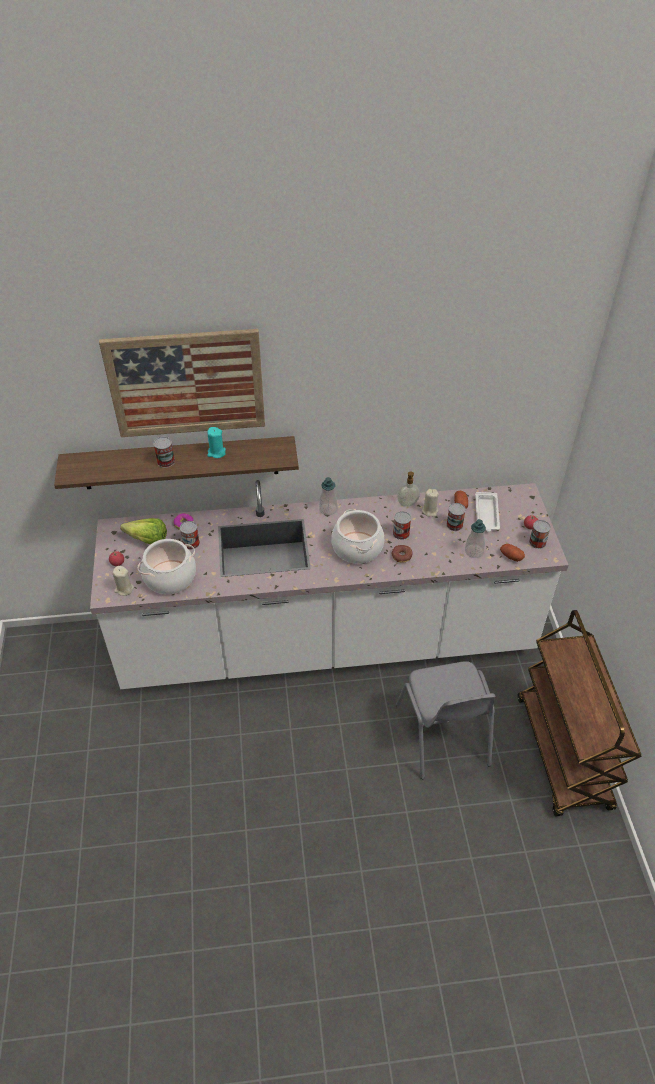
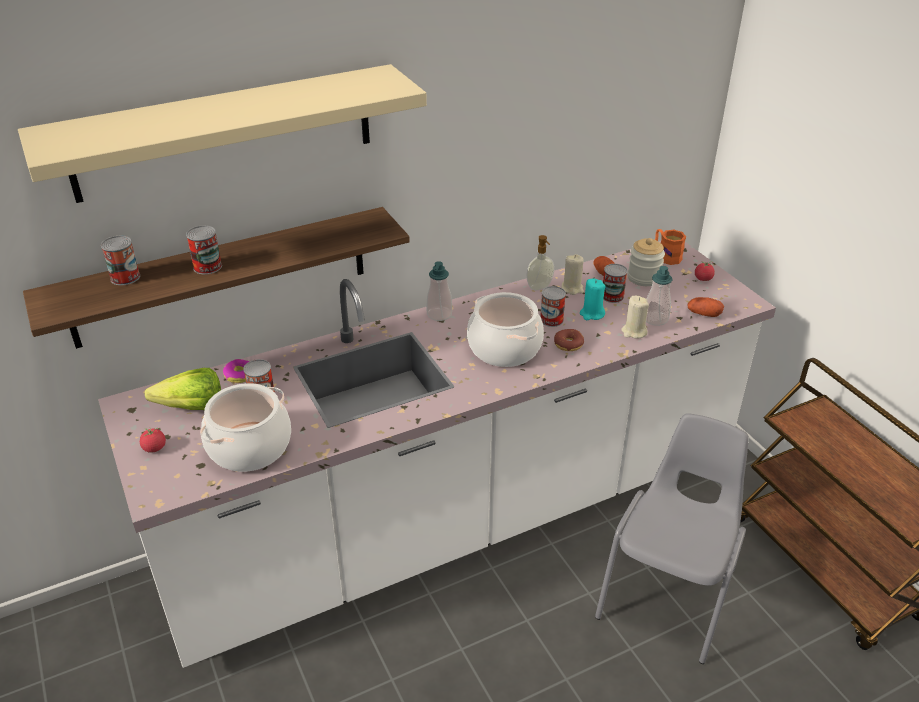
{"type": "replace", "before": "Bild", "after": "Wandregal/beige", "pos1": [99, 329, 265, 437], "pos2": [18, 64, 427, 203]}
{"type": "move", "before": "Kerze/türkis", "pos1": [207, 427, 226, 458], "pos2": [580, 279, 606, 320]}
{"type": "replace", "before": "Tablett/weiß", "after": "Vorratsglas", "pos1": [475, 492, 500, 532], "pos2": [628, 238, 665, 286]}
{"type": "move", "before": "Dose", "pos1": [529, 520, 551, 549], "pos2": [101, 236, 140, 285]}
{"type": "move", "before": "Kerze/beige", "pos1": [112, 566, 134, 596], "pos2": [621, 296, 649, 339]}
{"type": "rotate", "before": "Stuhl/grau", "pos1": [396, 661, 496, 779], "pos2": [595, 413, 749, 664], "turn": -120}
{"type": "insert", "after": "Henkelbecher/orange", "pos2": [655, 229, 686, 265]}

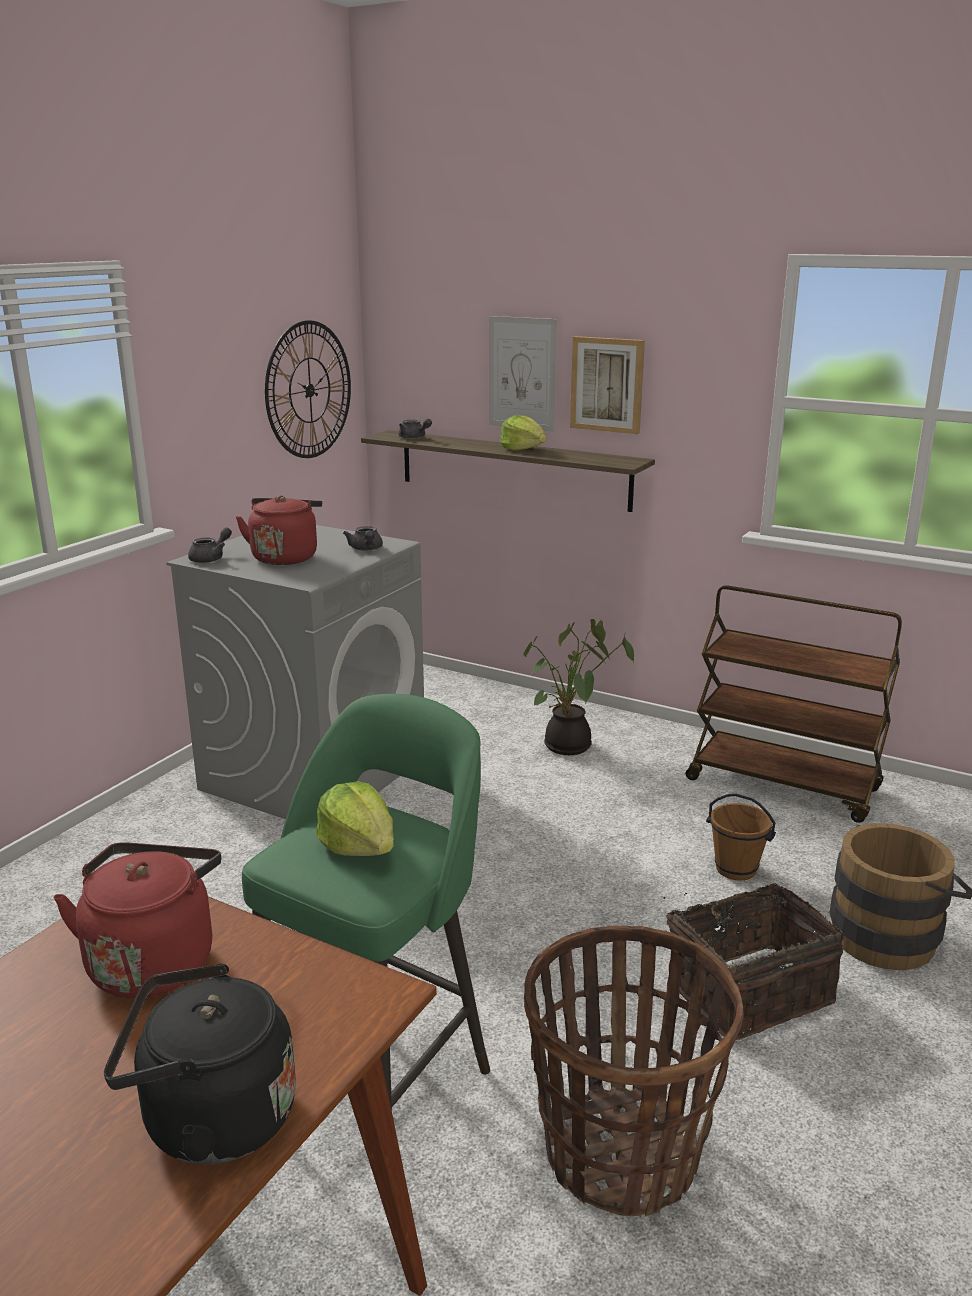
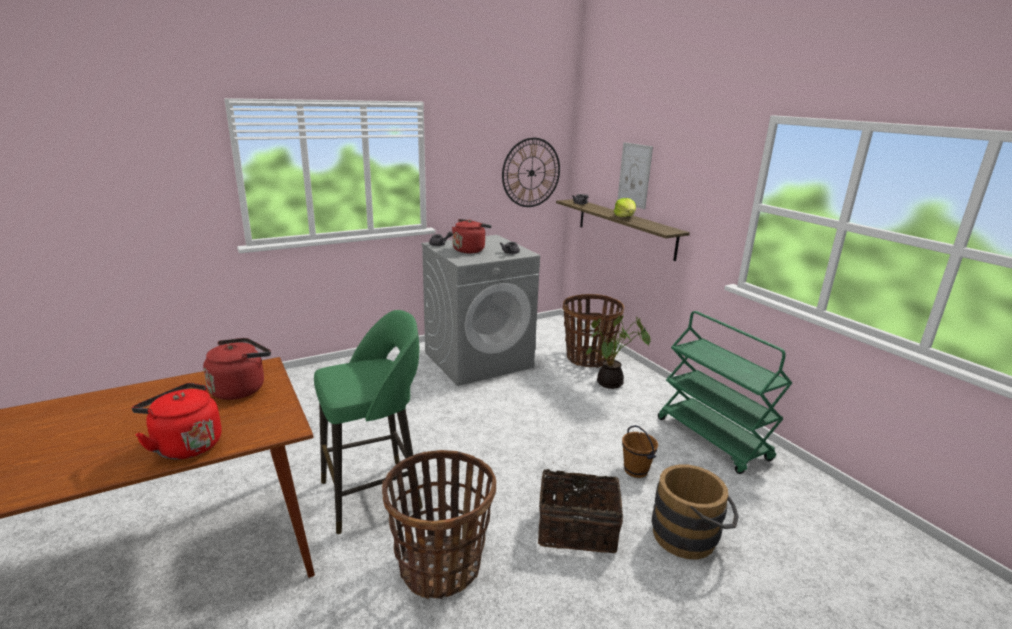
{"type": "delete", "before": "Bild", "pos1": [570, 336, 645, 434]}
{"type": "recolor", "before": "Rollwagen/braun", "after": "Rollwagen/grün", "pos1": [686, 585, 902, 823], "pos2": [658, 311, 792, 474]}
{"type": "delete", "before": "Salatkopf", "pos1": [316, 781, 394, 856]}
{"type": "recolor", "before": "Wasserkessel/schwarz", "after": "Wasserkessel/rot", "pos1": [104, 964, 296, 1165], "pos2": [132, 383, 222, 459]}
{"type": "insert", "after": "Korb", "pos2": [563, 294, 624, 368]}

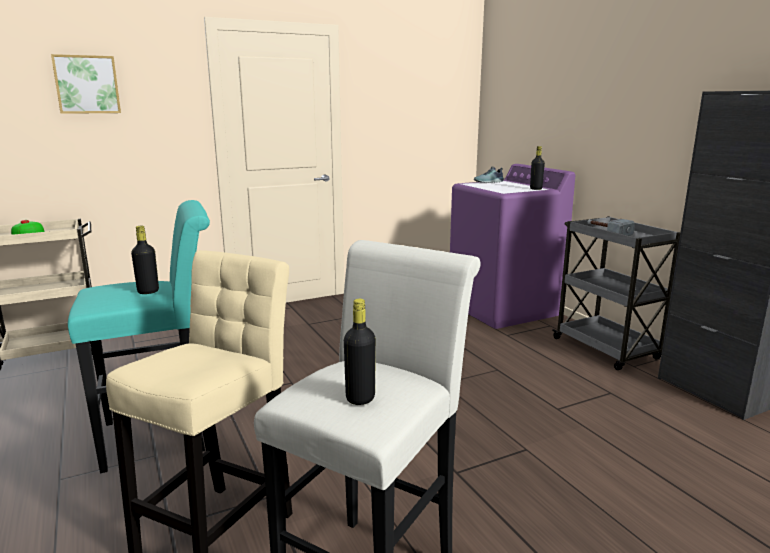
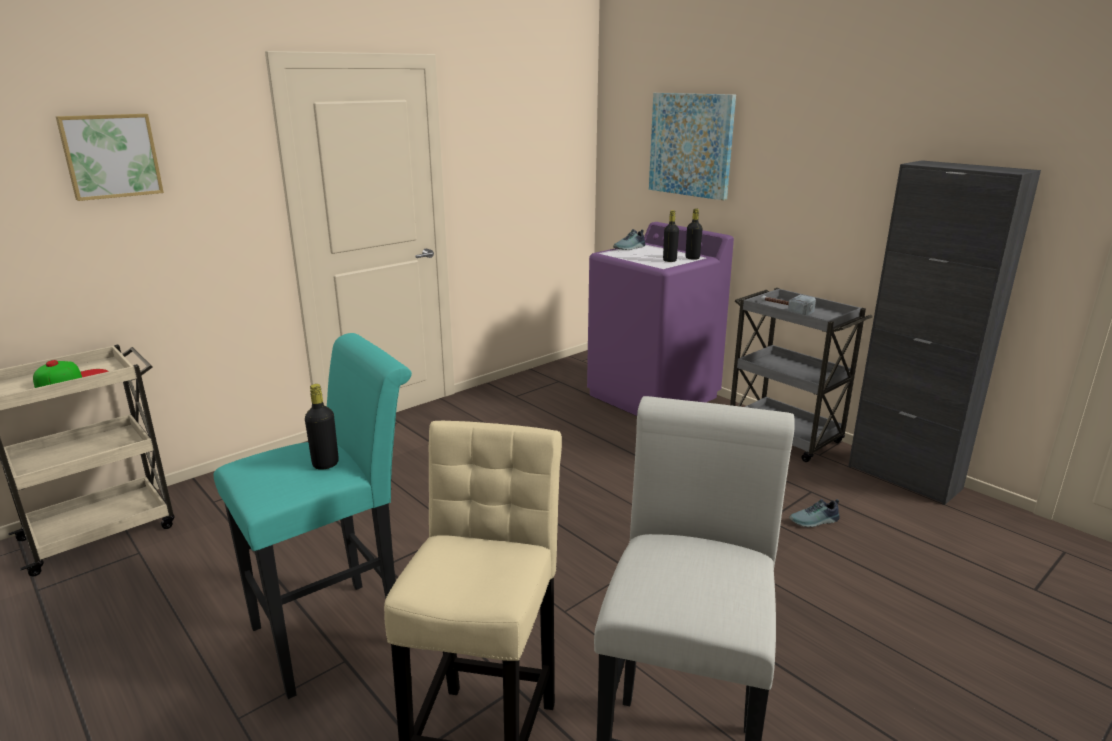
{"type": "move", "before": "Flasche/schwarz", "pos1": [344, 299, 376, 405], "pos2": [663, 210, 679, 262]}
{"type": "insert", "after": "Bild", "pos2": [649, 93, 736, 201]}
{"type": "insert", "after": "Schuh", "pos2": [789, 499, 840, 527]}

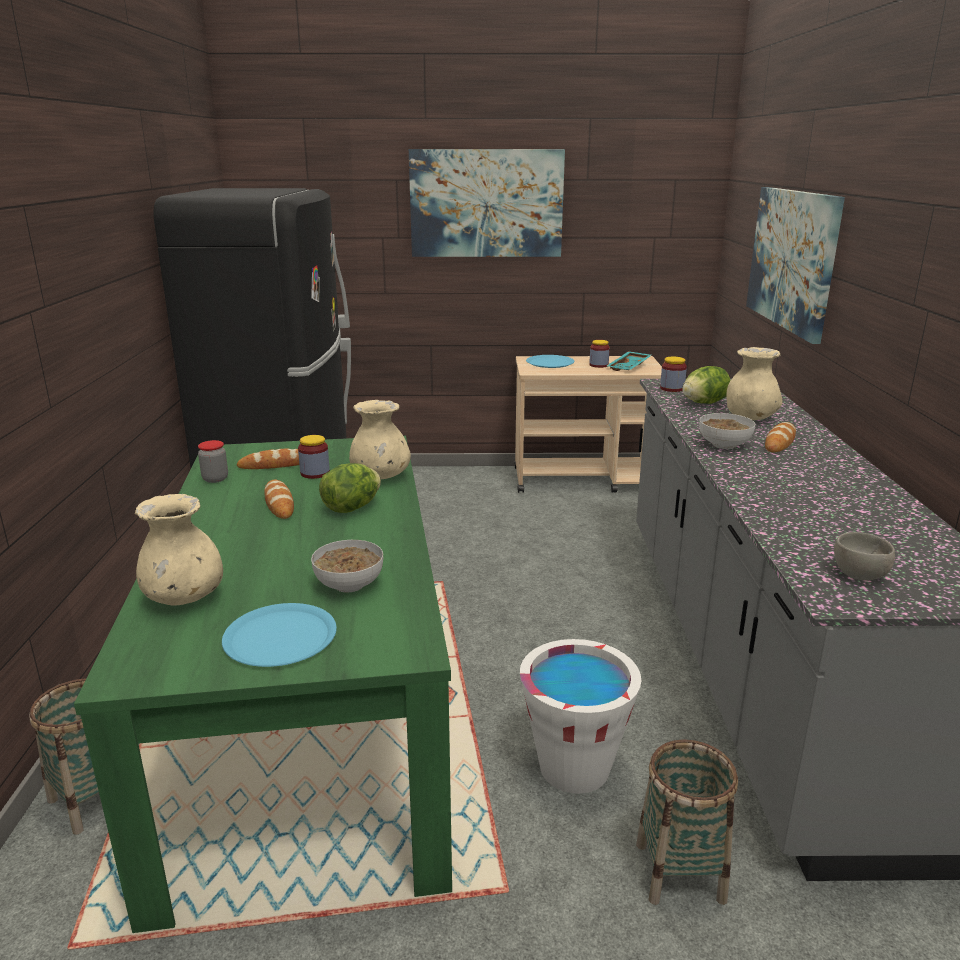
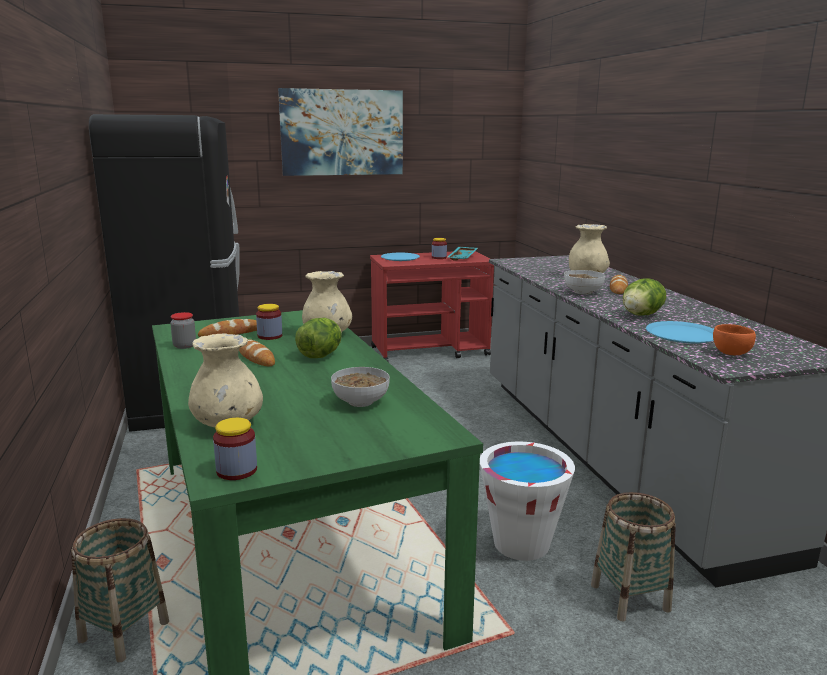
{"type": "delete", "before": "Bild", "pos1": [746, 187, 845, 344]}
{"type": "recolor", "before": "Rollwagen/beige", "after": "Rollwagen/rot", "pos1": [515, 356, 662, 493], "pos2": [370, 251, 494, 362]}
{"type": "move", "before": "Vorratsglas", "pos1": [660, 357, 687, 392], "pos2": [213, 418, 257, 480]}
{"type": "move", "before": "Salatkopf", "pos1": [682, 366, 731, 404], "pos2": [623, 278, 666, 315]}
{"type": "recolor", "before": "Schüssel/grau", "after": "Schüssel/orange", "pos1": [834, 532, 895, 581], "pos2": [713, 324, 756, 355]}
{"type": "move", "before": "Teller/blau", "pos1": [222, 603, 337, 667], "pos2": [646, 321, 714, 344]}

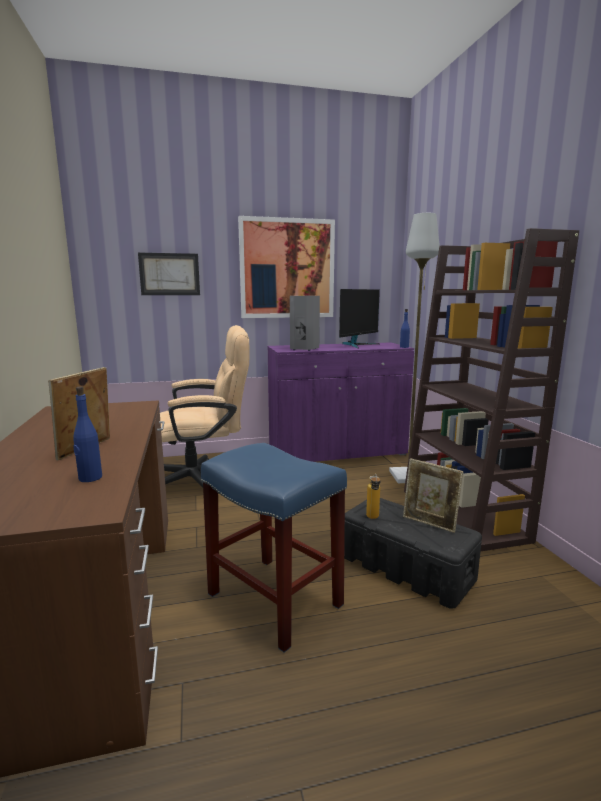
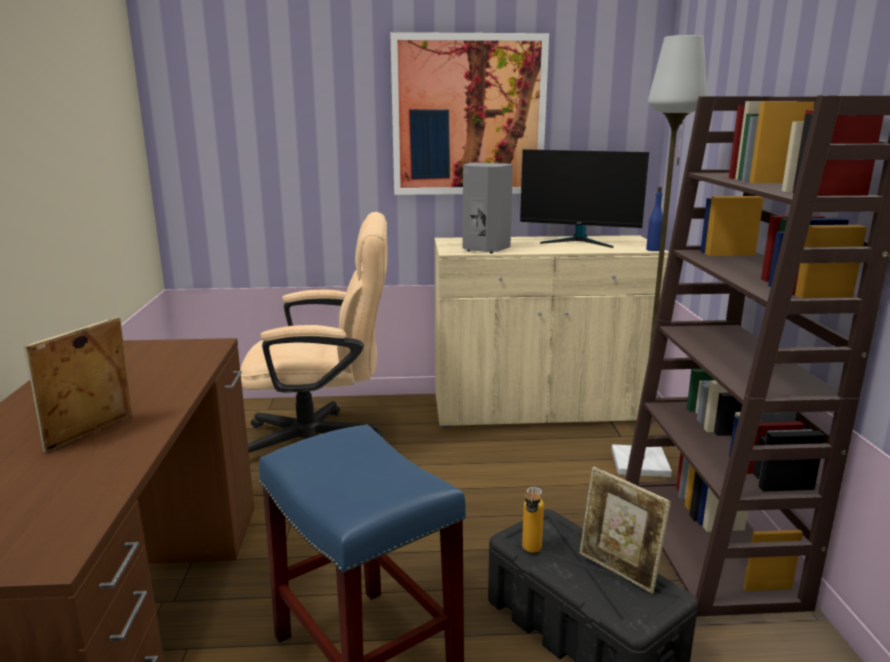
{"type": "delete", "before": "Bild", "pos1": [138, 253, 200, 295]}
{"type": "rotate", "before": "Monitor", "pos1": [339, 289, 380, 348], "pos2": [520, 149, 649, 248], "turn": 60}
{"type": "recolor", "before": "Schrank/lila", "after": "Schrank/beige", "pos1": [267, 342, 414, 462], "pos2": [435, 235, 669, 428]}
{"type": "delete", "before": "Flasche/blau", "pos1": [73, 386, 102, 482]}

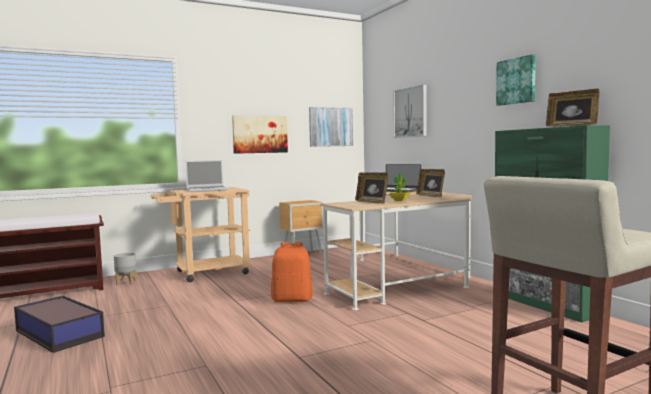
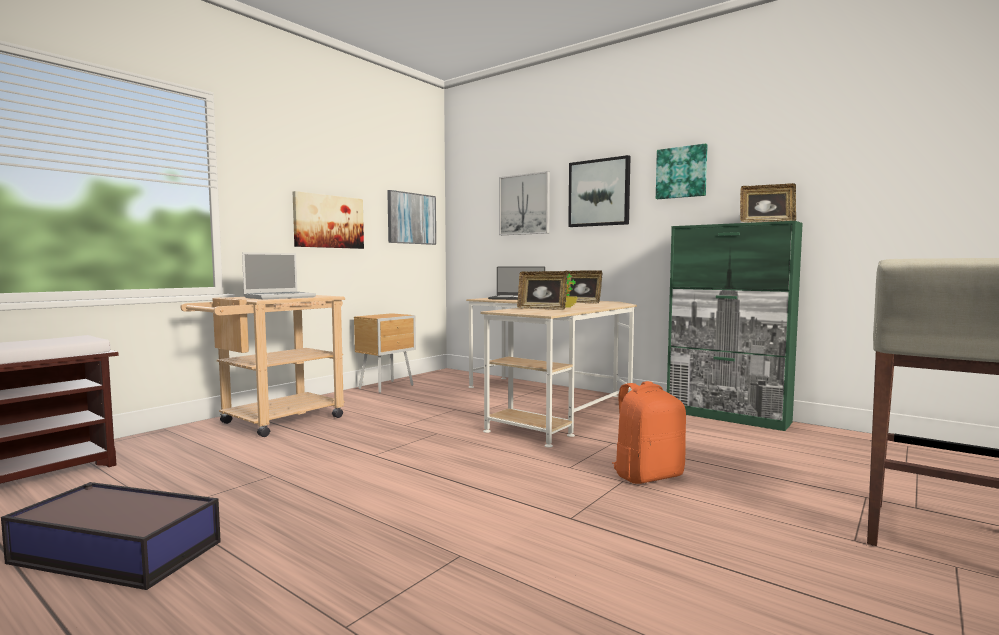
{"type": "move", "before": "Rucksack/orange", "pos1": [271, 242, 313, 302], "pos2": [612, 381, 686, 484]}
{"type": "delete", "before": "Pflanzkübel/grau", "pos1": [114, 253, 137, 285]}
{"type": "insert", "after": "Bild", "pos2": [568, 155, 631, 227]}

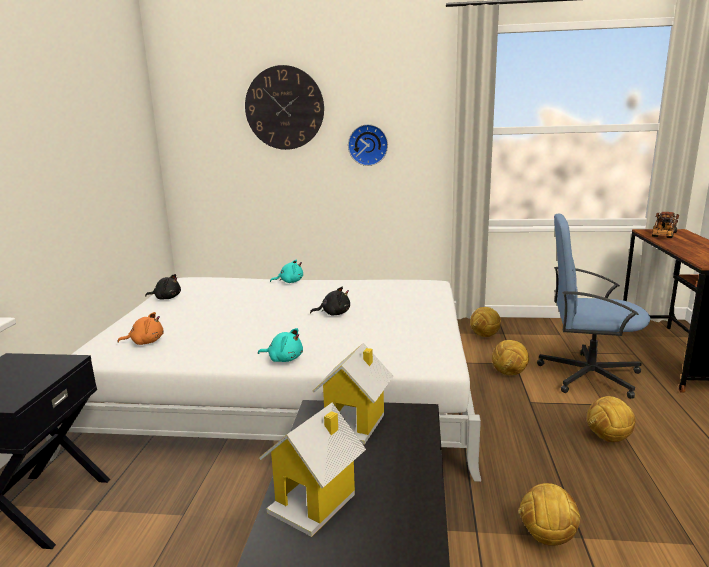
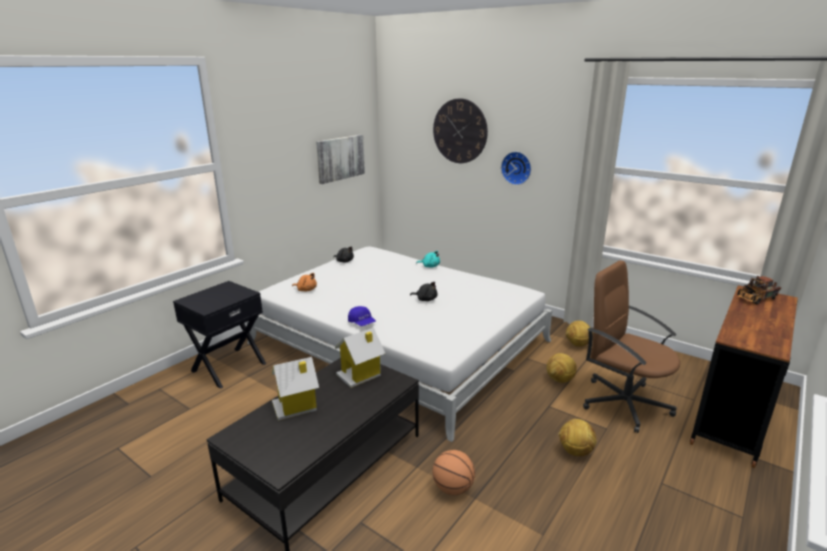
{"type": "recolor", "before": "Bürostuhl/blau", "after": "Bürostuhl/braun", "pos1": [537, 214, 650, 399], "pos2": [583, 260, 680, 433]}
{"type": "replace", "before": "Plüschtier/türkis", "after": "Kappe/blau", "pos1": [258, 328, 303, 362], "pos2": [348, 306, 376, 326]}
{"type": "replace", "before": "Fußball", "after": "Basketball", "pos1": [518, 483, 580, 546], "pos2": [432, 450, 475, 495]}
{"type": "insert", "after": "Bild", "pos2": [316, 135, 365, 184]}

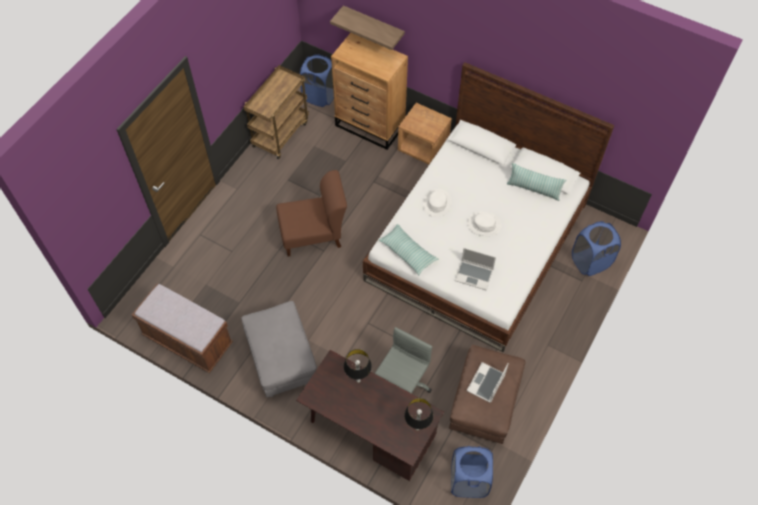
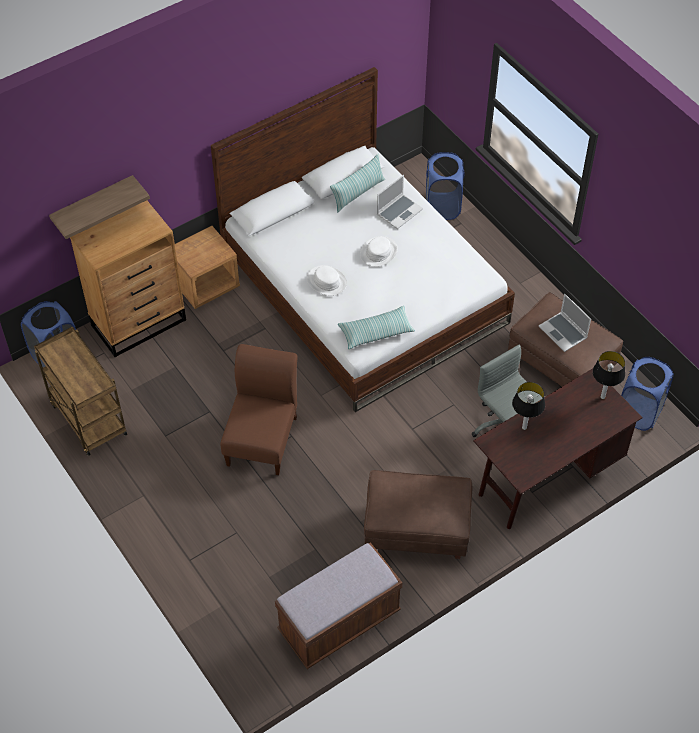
{"type": "move", "before": "Laptop", "pos1": [455, 248, 496, 290], "pos2": [377, 175, 423, 229]}
{"type": "recolor", "before": "Polsterhocker/grau", "after": "Polsterhocker/braun", "pos1": [242, 301, 317, 397], "pos2": [364, 470, 472, 559]}

